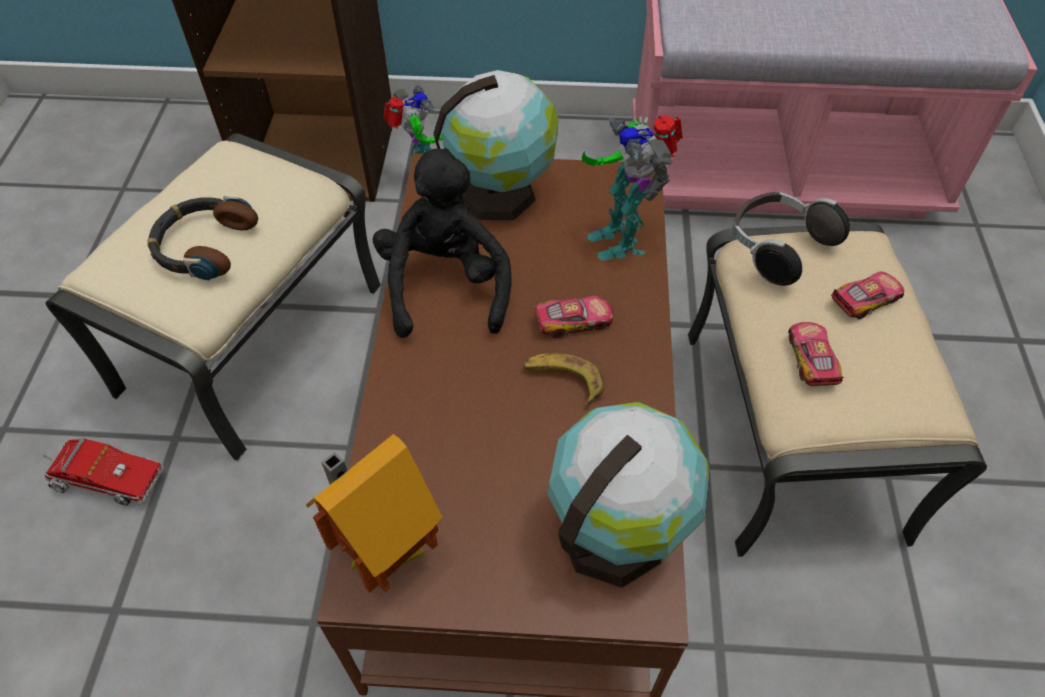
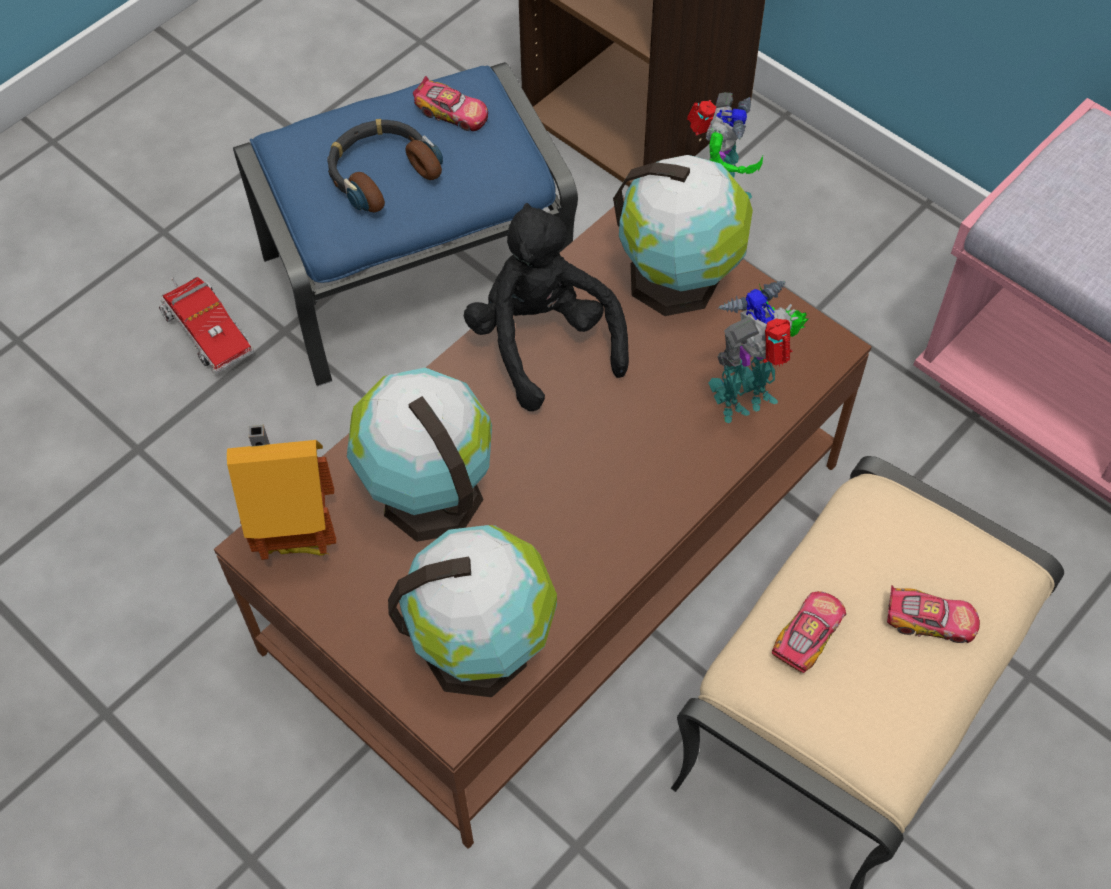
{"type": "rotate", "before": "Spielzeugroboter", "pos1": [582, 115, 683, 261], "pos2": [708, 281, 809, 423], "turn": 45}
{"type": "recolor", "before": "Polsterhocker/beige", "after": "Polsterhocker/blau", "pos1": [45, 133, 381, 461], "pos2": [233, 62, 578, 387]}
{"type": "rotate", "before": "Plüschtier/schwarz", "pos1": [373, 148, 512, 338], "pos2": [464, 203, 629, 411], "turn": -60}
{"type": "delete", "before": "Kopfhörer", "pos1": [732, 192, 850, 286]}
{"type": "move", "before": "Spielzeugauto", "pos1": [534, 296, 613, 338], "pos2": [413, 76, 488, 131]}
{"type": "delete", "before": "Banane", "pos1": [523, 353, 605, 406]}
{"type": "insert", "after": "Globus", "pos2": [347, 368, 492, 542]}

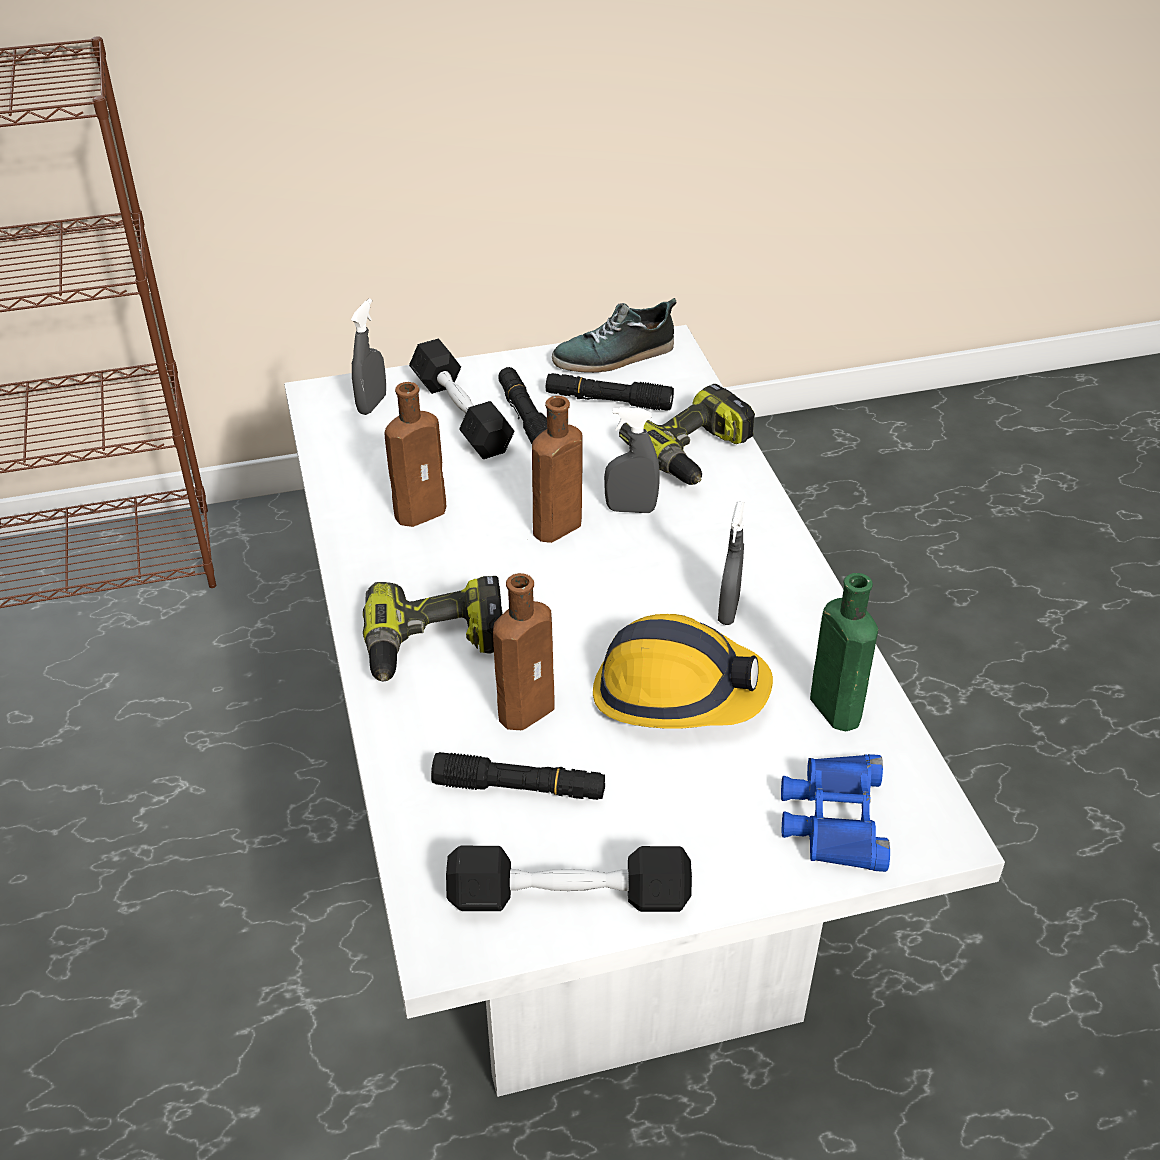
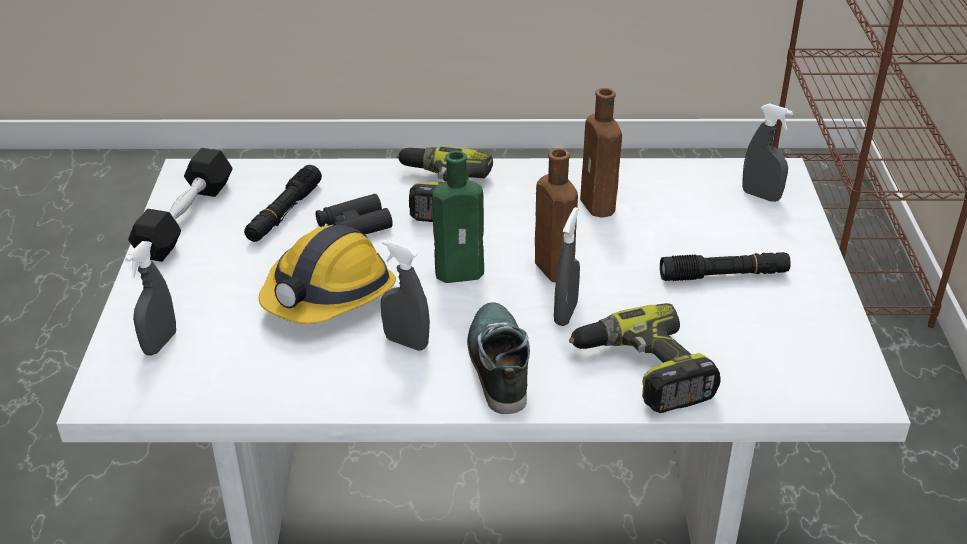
{"type": "move", "before": "Schuh", "pos1": [552, 298, 677, 373], "pos2": [467, 302, 530, 414]}
{"type": "delete", "before": "Hantel/schwarz", "pos1": [409, 339, 514, 459]}
{"type": "delete", "before": "Taschenlampe/schwarz", "pos1": [546, 373, 674, 411]}
{"type": "replace", "before": "Flasche/braun", "after": "Fernglas/schwarz", "pos1": [493, 573, 555, 730], "pos2": [315, 194, 393, 234]}
{"type": "move", "before": "Flasche/grün", "pos1": [810, 573, 878, 732], "pos2": [432, 151, 484, 283]}
{"type": "replace", "before": "Fernglas/blau", "after": "Sprühflasche/grau", "pos1": [781, 754, 890, 872], "pos2": [125, 241, 176, 356]}

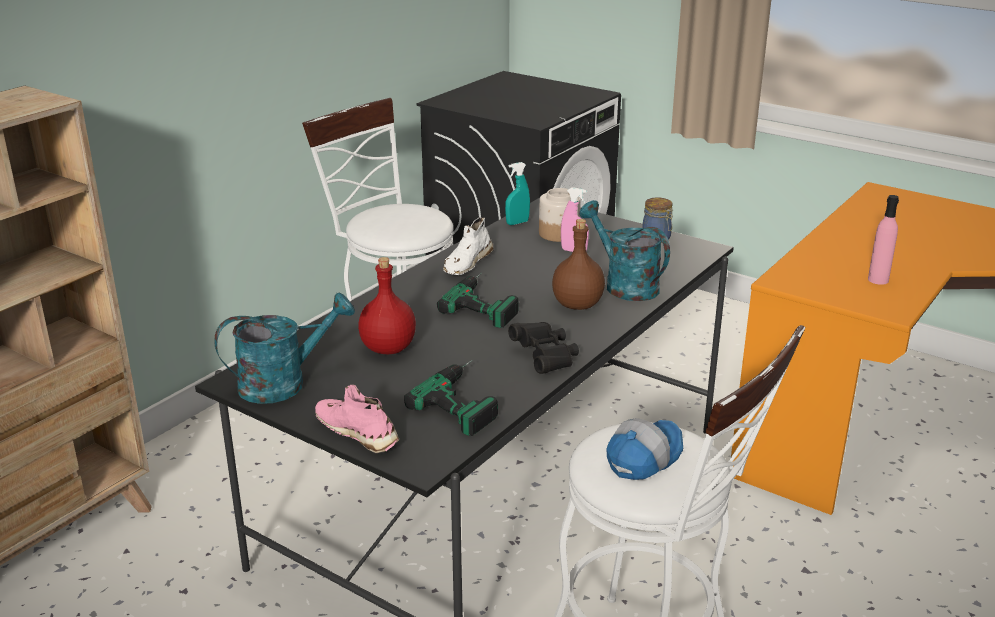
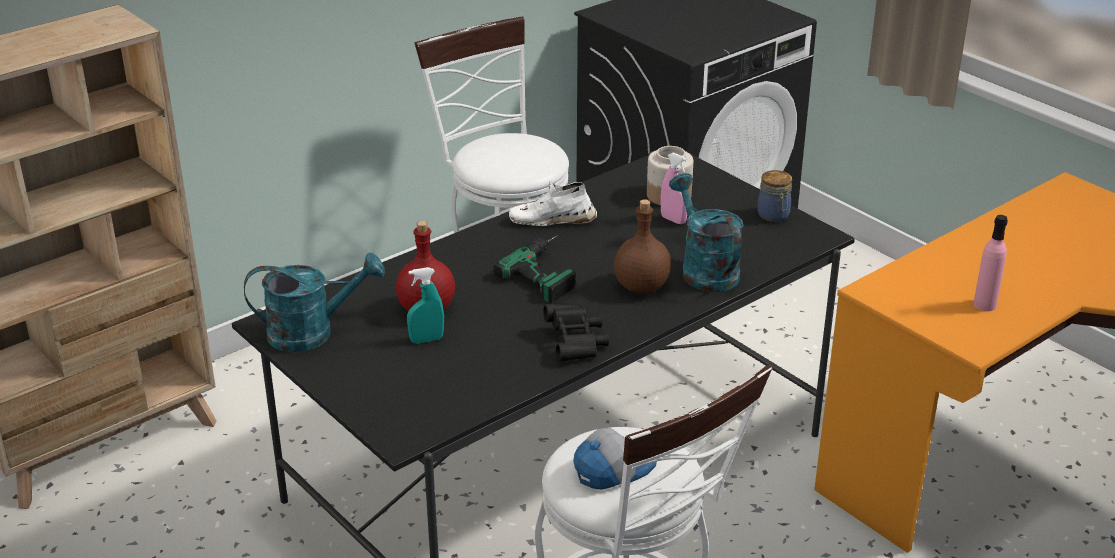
{"type": "move", "before": "Sprühflasche/türkis", "pos1": [505, 162, 530, 225], "pos2": [407, 267, 444, 343]}
{"type": "rotate", "before": "Schuh/weiß", "pos1": [443, 218, 494, 275], "pos2": [509, 181, 597, 226], "turn": 45}
{"type": "delete", "before": "Bohrmaschine", "pos1": [404, 360, 498, 436]}
{"type": "delete", "before": "Schuh/rosa", "pos1": [315, 385, 399, 453]}

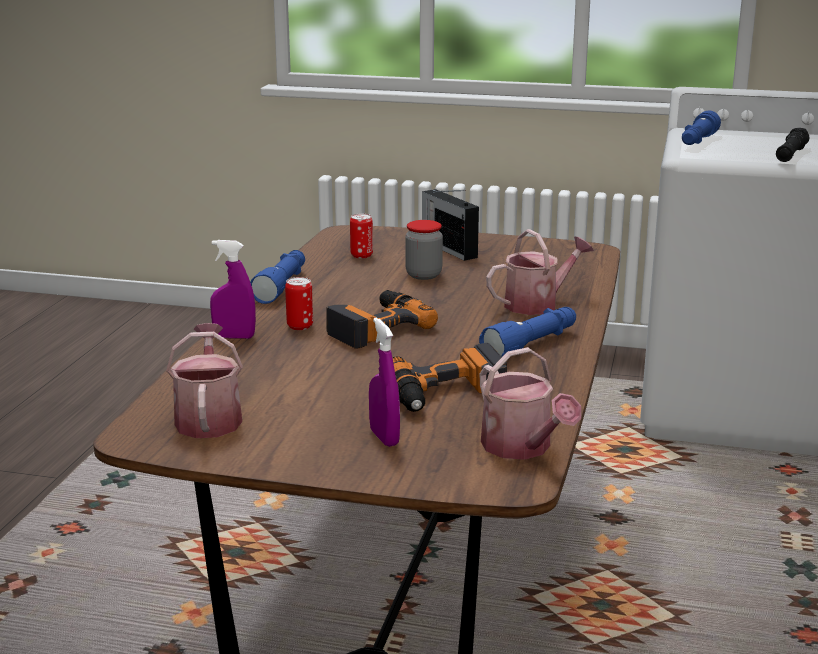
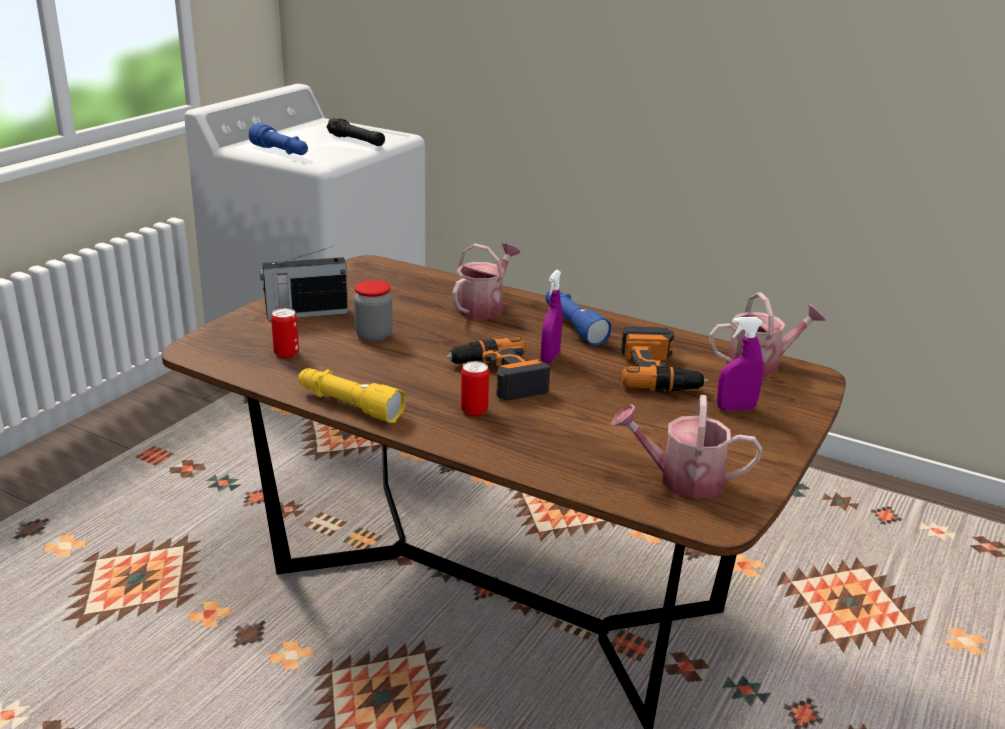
{"type": "rotate", "before": "Gießkanne", "pos1": [486, 229, 594, 315], "pos2": [452, 243, 520, 319], "turn": 45}
{"type": "move", "before": "Sprühflasche/lila", "pos1": [210, 240, 256, 339], "pos2": [541, 270, 562, 363]}
{"type": "recolor", "before": "Taschenlampe/blau", "after": "Taschenlampe/gelb", "pos1": [250, 250, 305, 304], "pos2": [298, 368, 406, 423]}

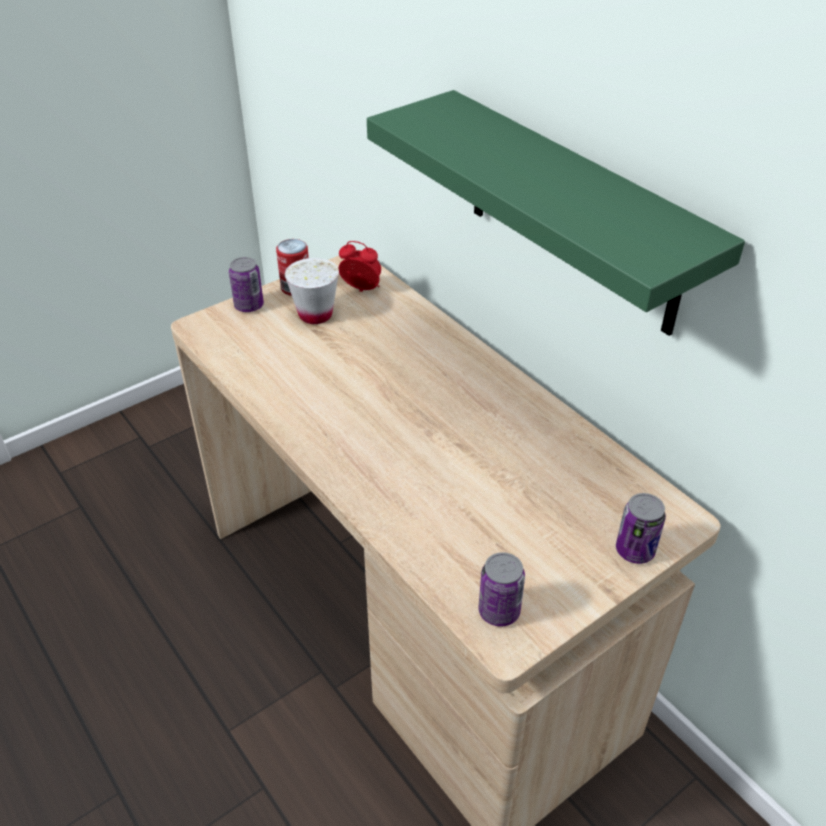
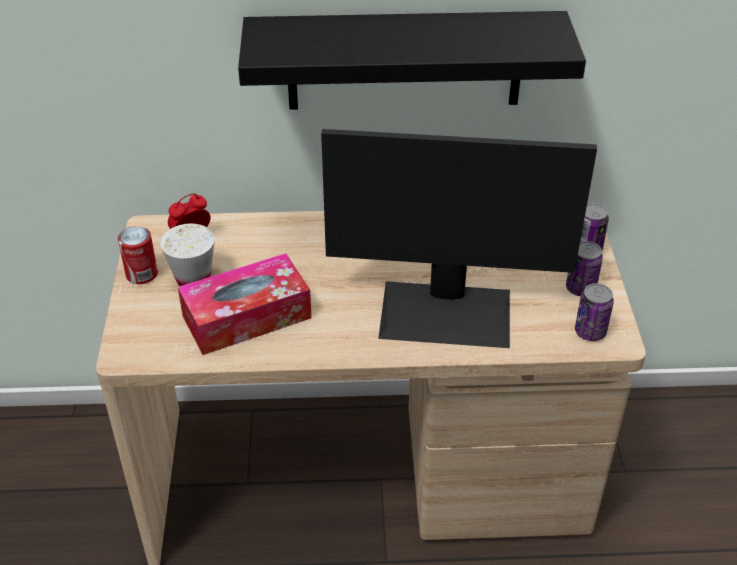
{"type": "recolor", "before": "Wandregal/grün", "after": "Wandregal/schwarz", "pos1": [367, 90, 745, 336], "pos2": [238, 11, 586, 110]}
{"type": "move", "before": "Dose", "pos1": [229, 257, 264, 312], "pos2": [566, 241, 603, 296]}
{"type": "insert", "after": "Monitor", "pos2": [321, 129, 597, 348]}
{"type": "insert", "after": "Taschentuchbox", "pos2": [178, 253, 312, 355]}

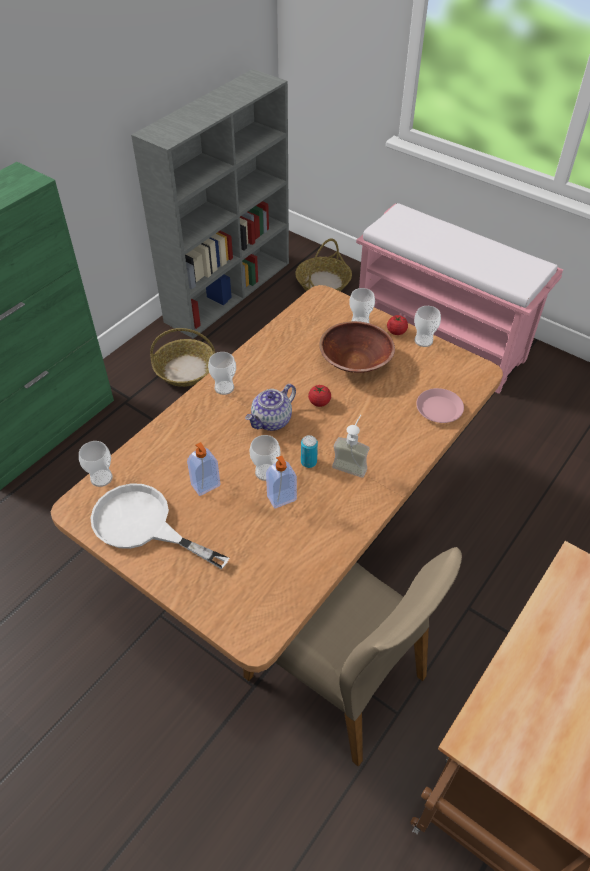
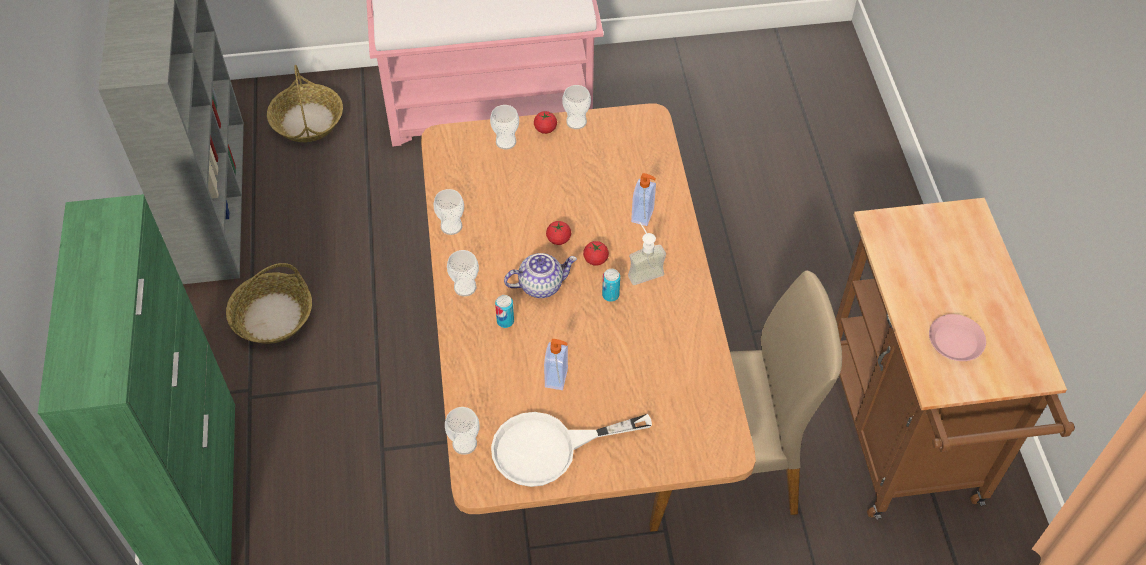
{"type": "delete", "before": "Schüssel/braun", "pos1": [319, 321, 395, 373]}
{"type": "rotate", "before": "Teekanne", "pos1": [245, 384, 296, 431], "pos2": [504, 253, 577, 298], "turn": -105}
{"type": "move", "before": "Teller/rosa", "pos1": [416, 388, 464, 423], "pos2": [929, 314, 986, 361]}
{"type": "move", "before": "Tasse", "pos1": [250, 435, 280, 481], "pos2": [433, 189, 464, 235]}
{"type": "move", "before": "Seifenspender", "pos1": [266, 456, 297, 509], "pos2": [631, 173, 656, 226]}
{"type": "insert", "after": "Tomate", "pos2": [583, 241, 609, 266]}
{"type": "insert", "after": "Dose", "pos2": [495, 295, 514, 328]}

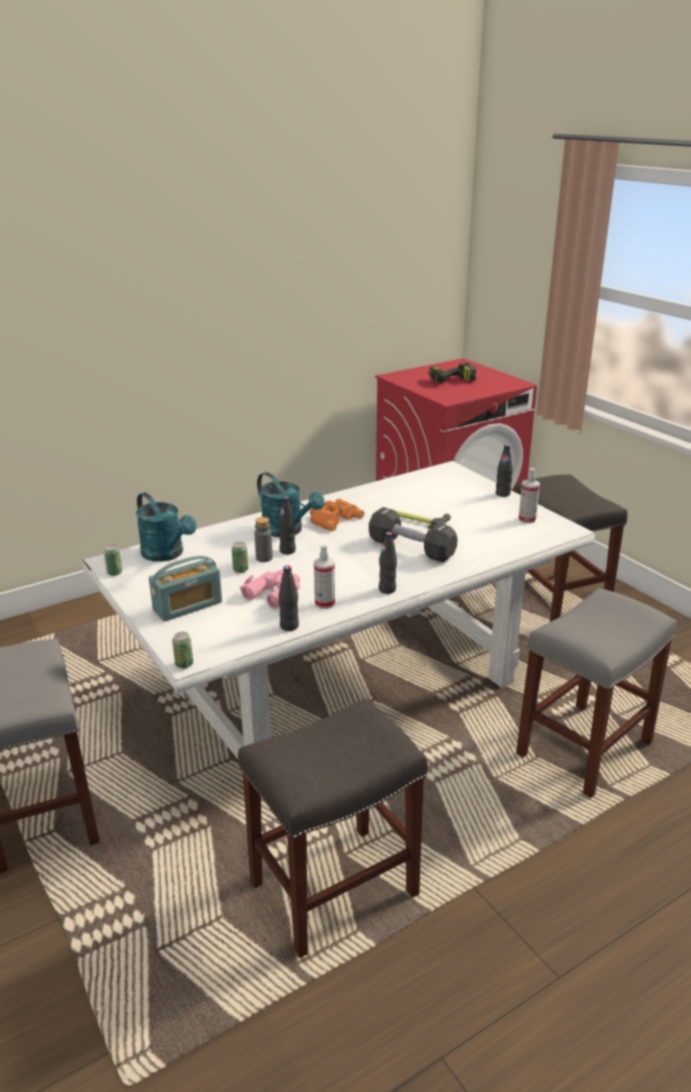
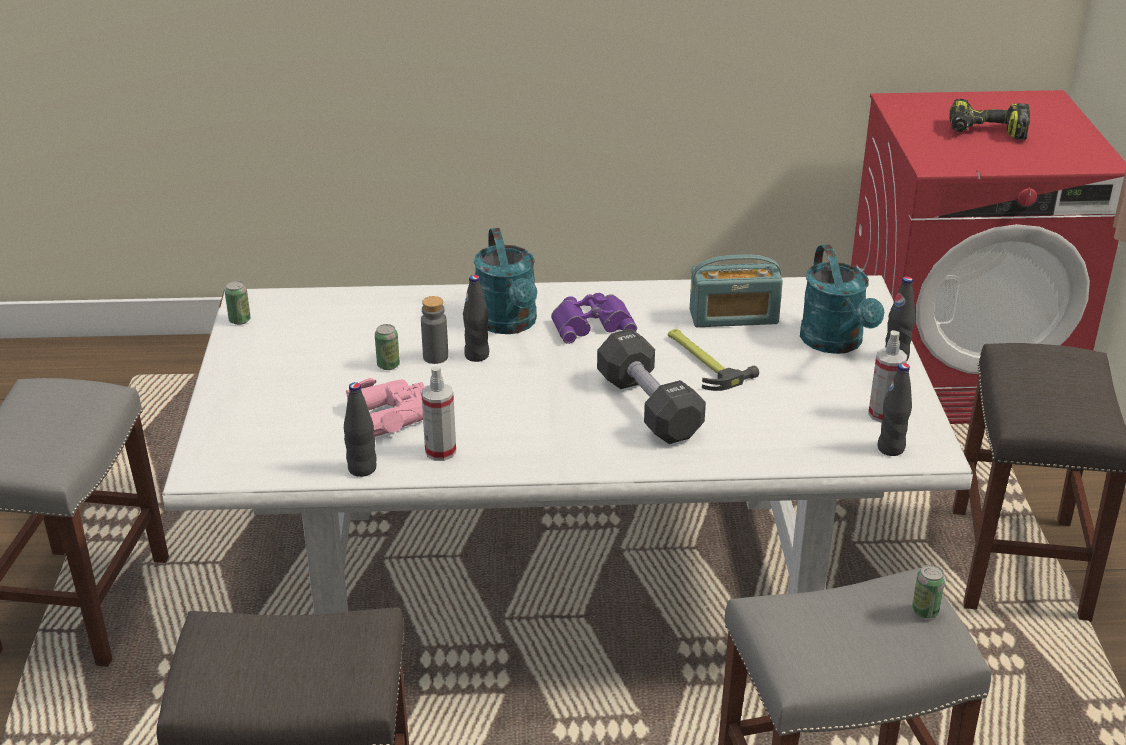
{"type": "move", "before": "Gießkanne/türkis", "pos1": [136, 492, 197, 562], "pos2": [800, 245, 884, 354]}
{"type": "recolor", "before": "Fernglas/orange", "after": "Fernglas/lila", "pos1": [310, 499, 364, 531], "pos2": [551, 293, 637, 344]}
{"type": "move", "before": "Flasche/schwarz", "pos1": [379, 532, 397, 594], "pos2": [877, 363, 912, 456]}
{"type": "move", "before": "Radio", "pos1": [149, 556, 222, 622], "pos2": [690, 255, 783, 327]}
{"type": "move", "before": "Dose", "pos1": [172, 632, 193, 669], "pos2": [912, 565, 945, 618]}

